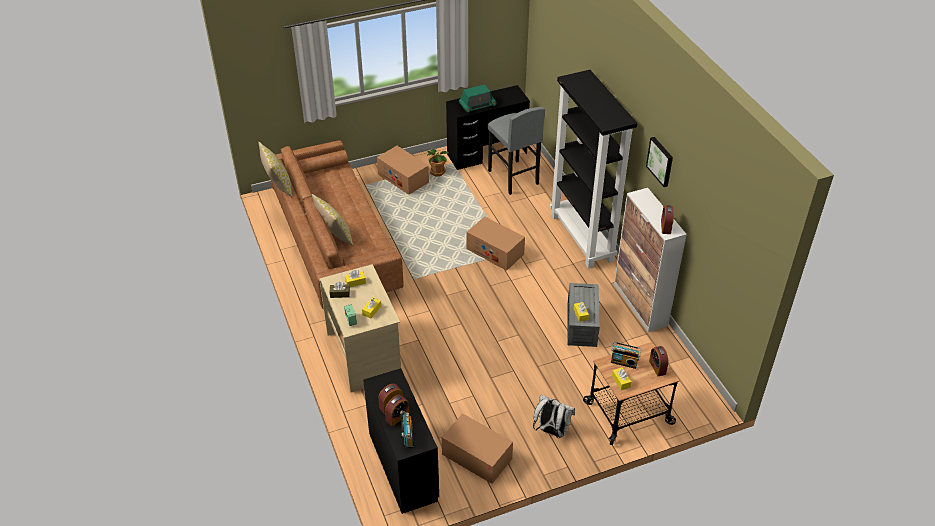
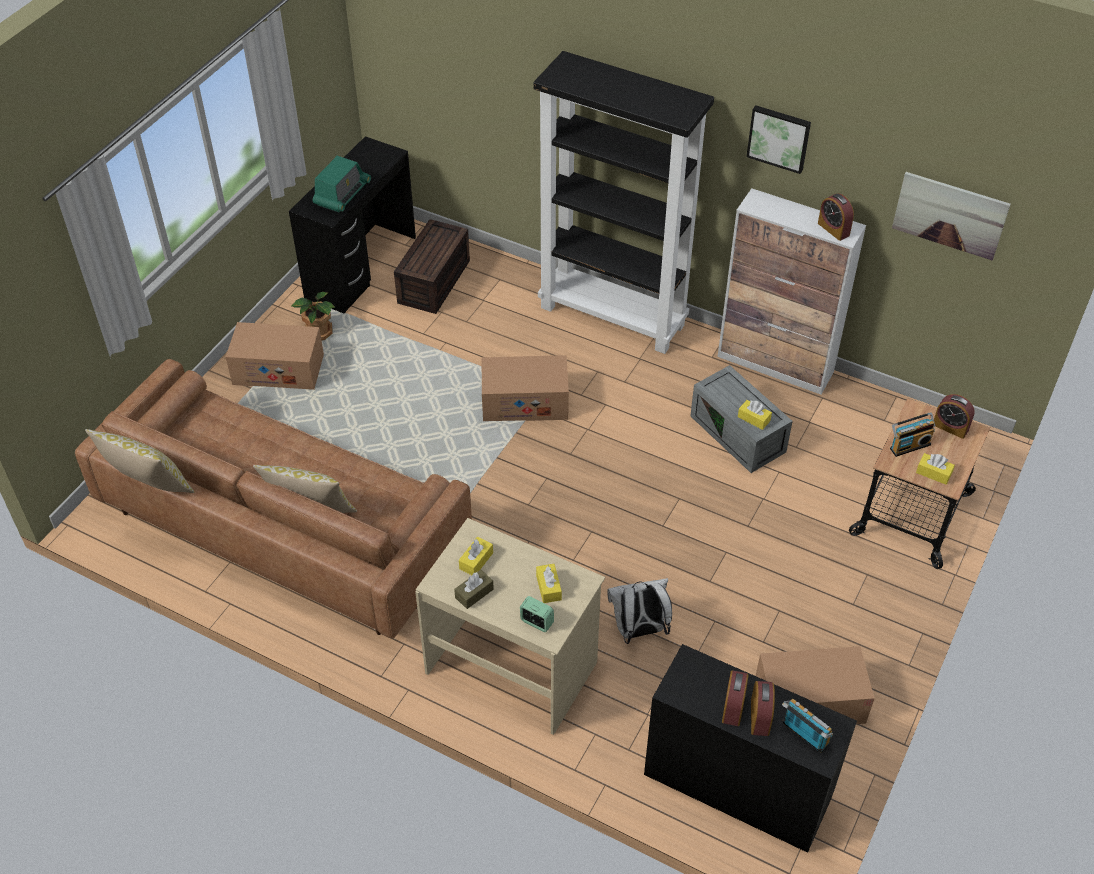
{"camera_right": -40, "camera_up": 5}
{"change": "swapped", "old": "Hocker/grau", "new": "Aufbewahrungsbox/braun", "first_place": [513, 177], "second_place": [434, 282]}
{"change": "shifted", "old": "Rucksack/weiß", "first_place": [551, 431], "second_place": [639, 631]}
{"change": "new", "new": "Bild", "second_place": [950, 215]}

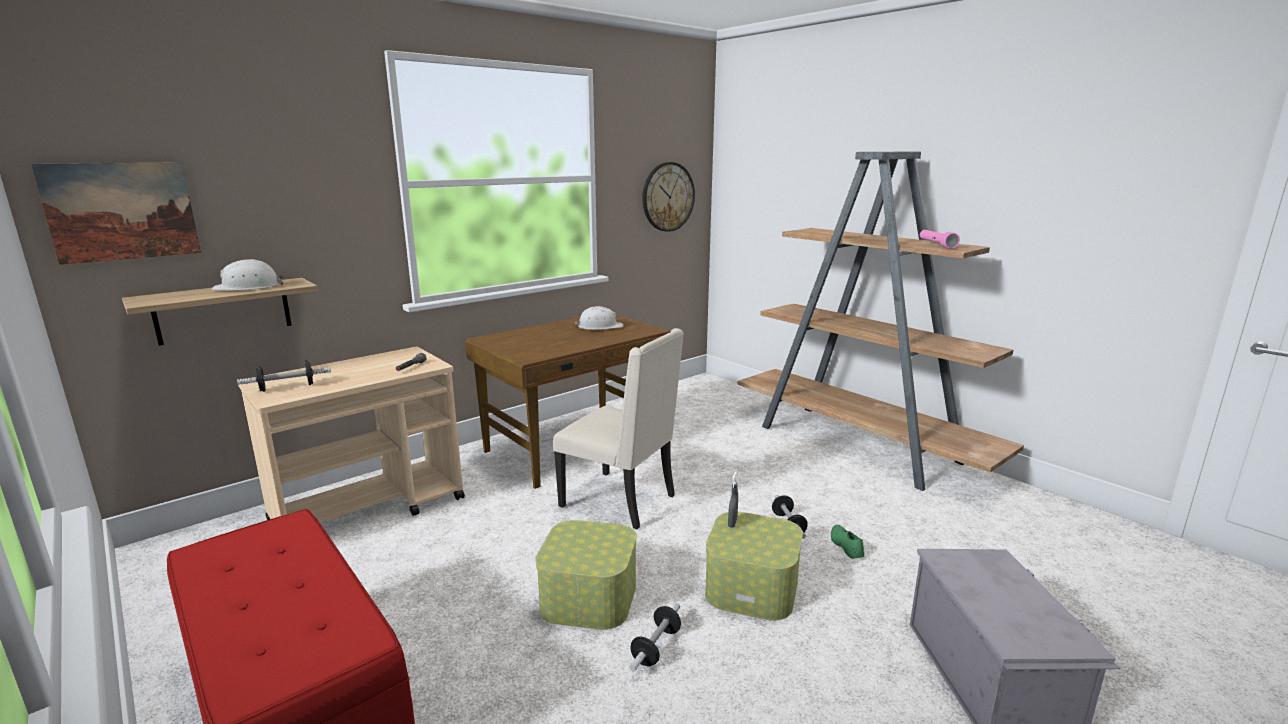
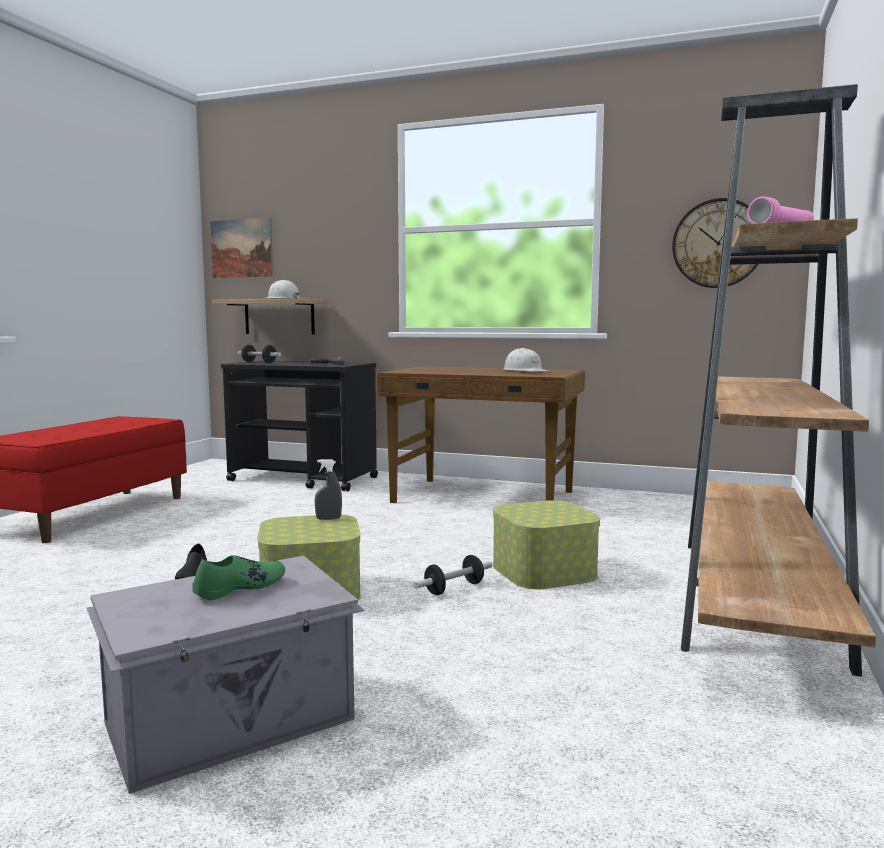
{"camera_right": 60, "camera_up": -10}
{"change": "swapped", "old": "Hantel", "new": "Schuh/schwarz", "first_place": [656, 647], "second_place": [192, 574]}
{"change": "shifted", "old": "Schuh/grün", "first_place": [846, 545], "second_place": [240, 587]}
{"change": "repainted", "old": "Rollwagen/beige", "new": "Rollwagen/schwarz", "first_place": [370, 509], "second_place": [304, 479]}
{"change": "shifted", "old": "Aufbewahrungsbox", "first_place": [589, 597], "second_place": [544, 570]}
{"change": "gone", "old": "Stuhl/beige", "first_place": [621, 501]}

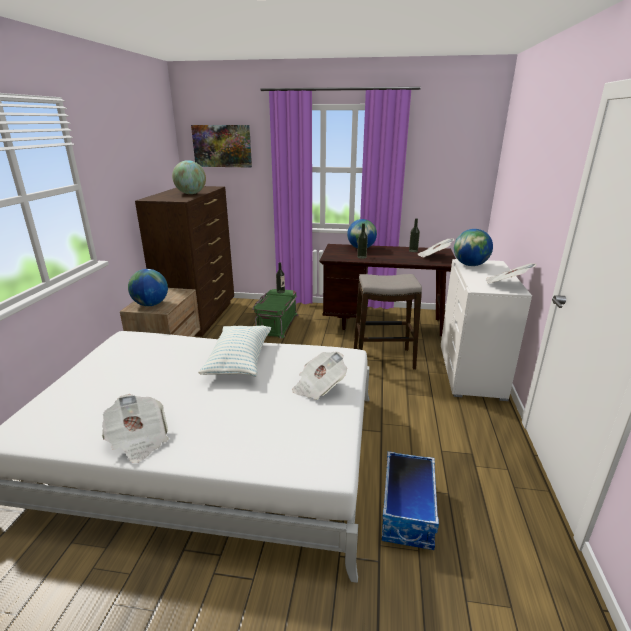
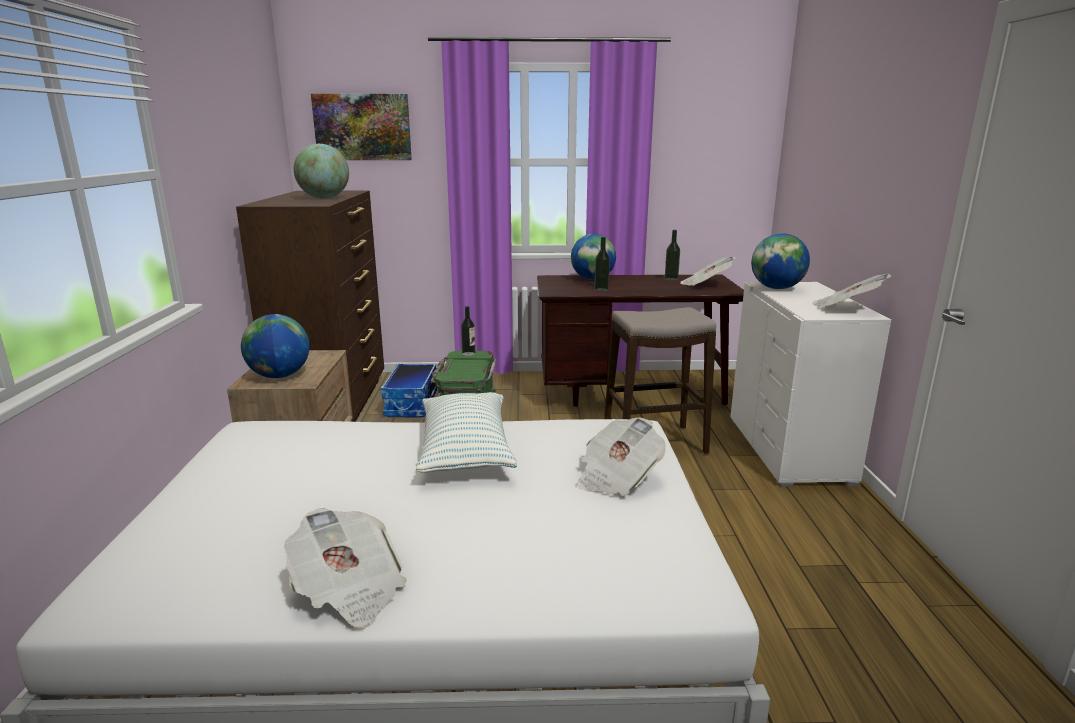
{"camera_right": -10, "camera_up": -5}
{"change": "shifted", "old": "Aufbewahrungsbox", "first_place": [408, 511], "second_place": [412, 404]}

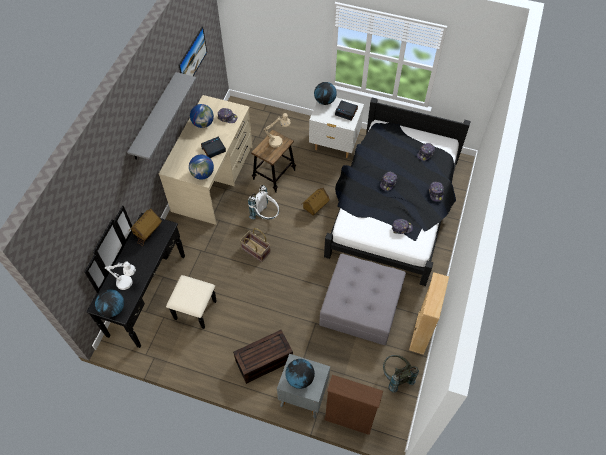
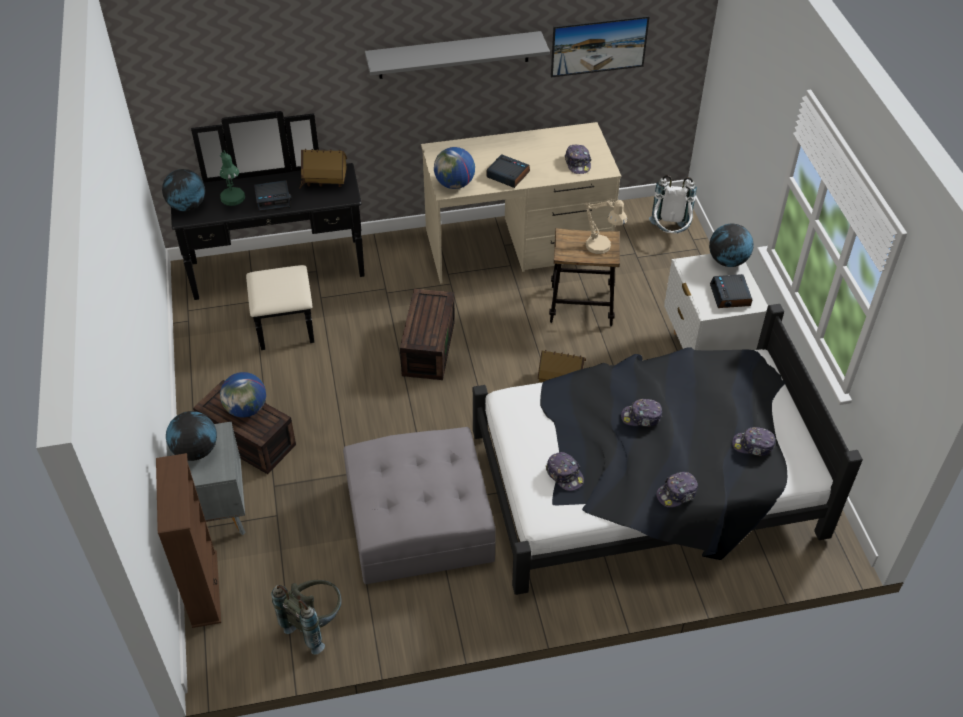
{"camera_right": 60, "camera_up": -10}
{"change": "repainted", "old": "Tischlampe/weiß", "new": "Tischlampe/grün", "first_place": [128, 283], "second_place": [234, 201]}
{"change": "shifted", "old": "Globus", "first_place": [203, 123], "second_place": [246, 409]}
{"change": "new", "new": "Wecker", "second_place": [273, 199]}
{"change": "swapped", "old": "Korb", "new": "Aufbewahrungsbox/braun", "first_place": [255, 250], "second_place": [427, 346]}
{"change": "shifted", "old": "Rucksack/weiß", "first_place": [265, 215], "second_place": [669, 233]}
{"change": "gone", "old": "Bücherregal/beige", "first_place": [421, 333]}

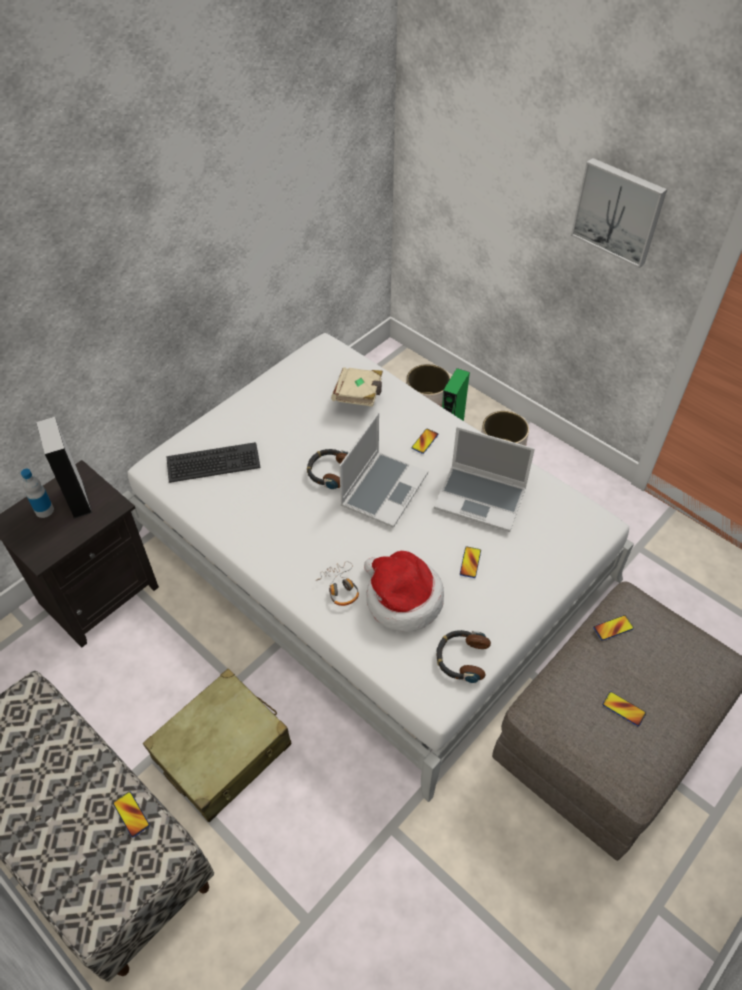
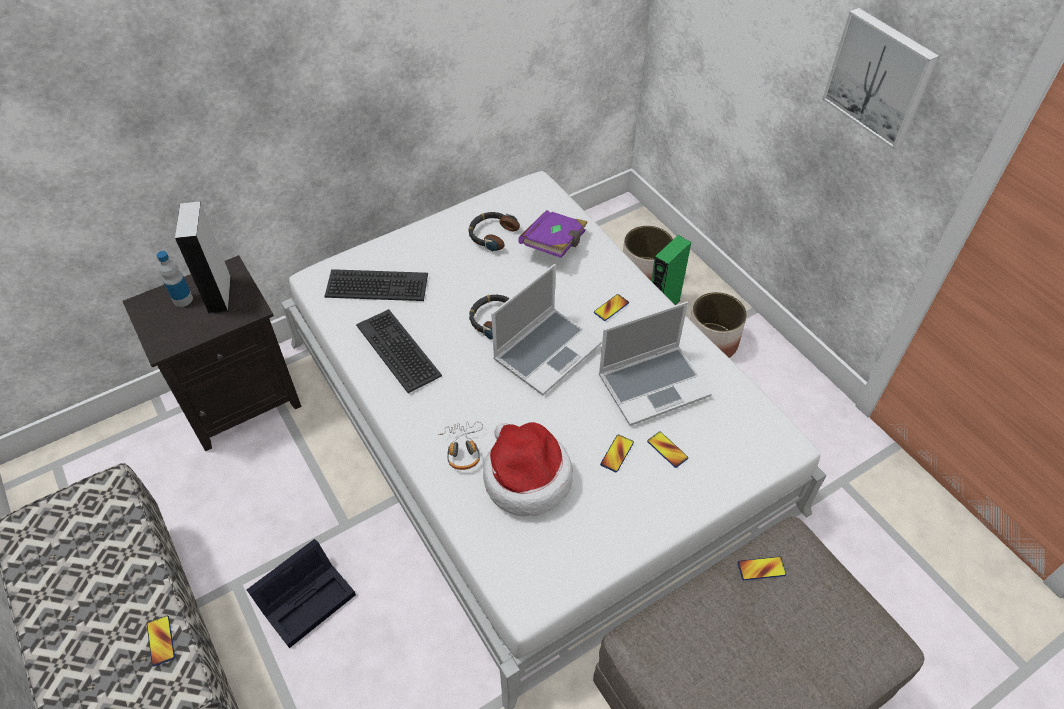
{"camera_right": 15, "camera_up": 0}
{"change": "swapped", "old": "Koffer/beige", "new": "Aufbewahrungsbox/schwarz", "first_place": [223, 752], "second_place": [307, 597]}
{"change": "new", "new": "Tastatur", "second_place": [399, 350]}
{"change": "shifted", "old": "Kopfhörer", "first_place": [461, 658], "second_place": [492, 234]}
{"change": "repainted", "old": "Buch/beige", "new": "Buch/lila", "first_place": [359, 396], "second_place": [554, 244]}
{"change": "rotated", "old": "Laptop", "first_place": [481, 498], "second_place": [654, 384], "degrees": -60}
{"change": "shifted", "old": "Handy", "first_place": [623, 709], "second_place": [667, 450]}

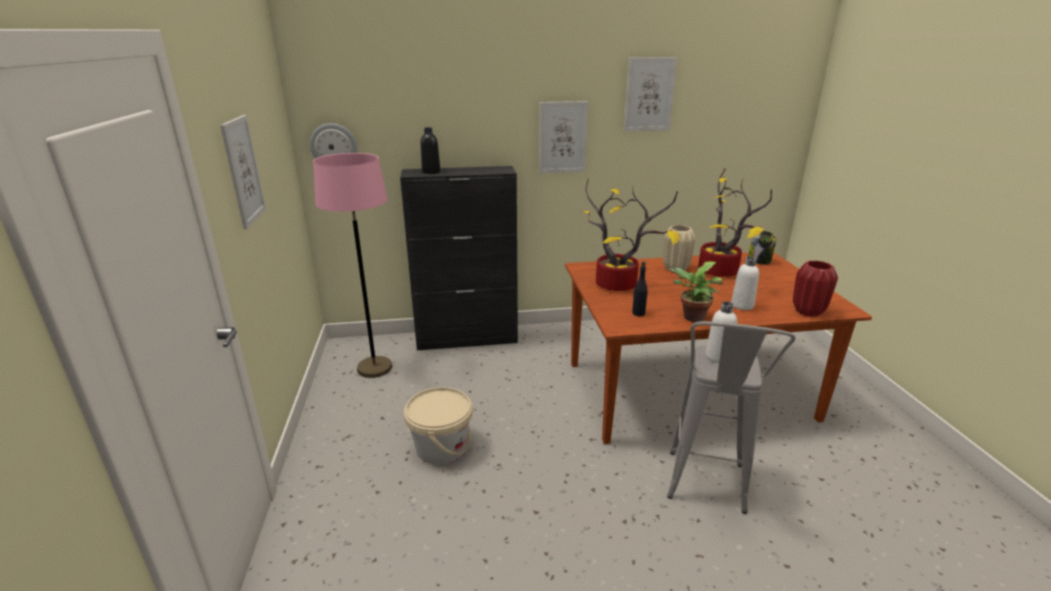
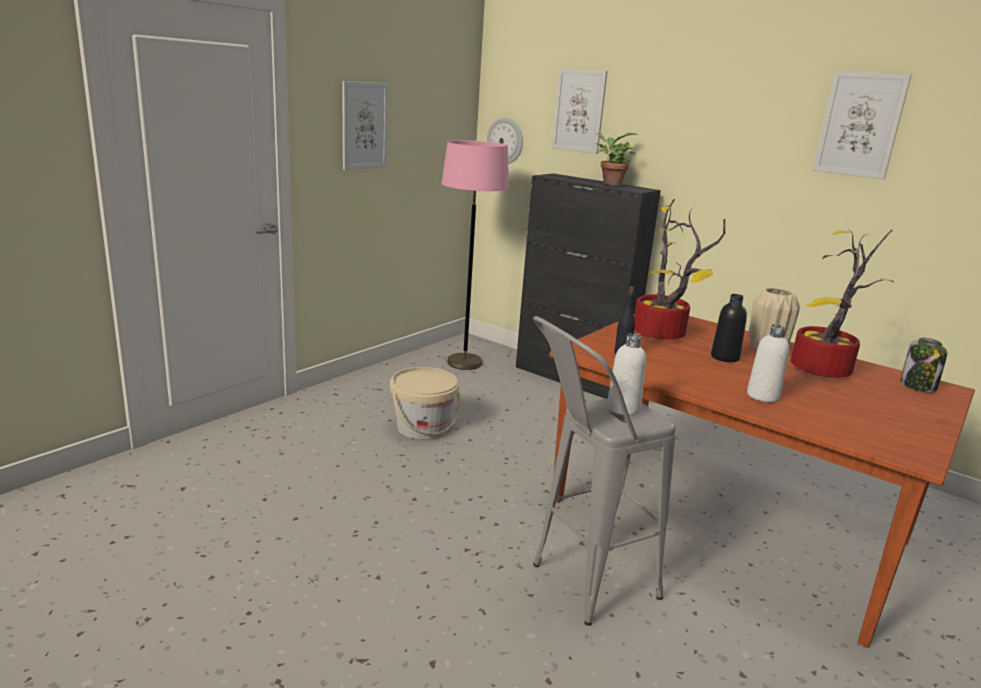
{"camera_right": 45, "camera_up": -5}
{"change": "shifted", "old": "Bild", "first_place": [562, 137], "second_place": [579, 111]}
{"change": "shifted", "old": "Topfpflanze", "first_place": [691, 318], "second_place": [609, 184]}
{"change": "shifted", "old": "Flasche/schwarz", "first_place": [431, 172], "second_place": [724, 357]}
{"change": "gone", "old": "Vase/rot", "first_place": [808, 311]}

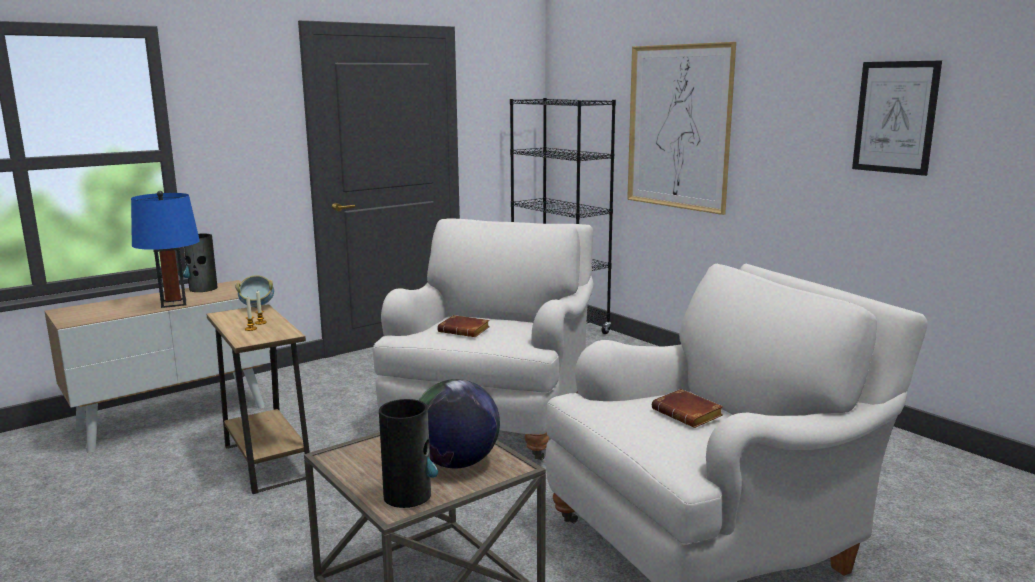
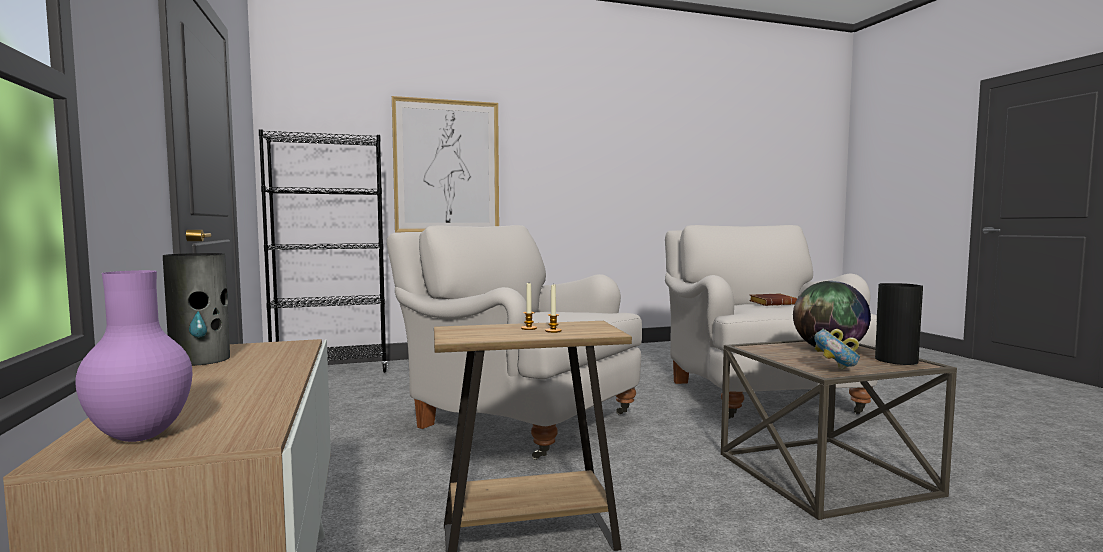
{"camera_right": -70, "camera_up": -10}
{"change": "new", "new": "Vase/lila", "second_place": [140, 436]}
{"change": "shifted", "old": "Schüssel", "first_place": [257, 307], "second_place": [836, 369]}
{"change": "gone", "old": "Tischlampe/blau", "first_place": [174, 303]}
{"change": "gone", "old": "Buch/braun", "first_place": [465, 331]}
{"change": "gone", "old": "Bild", "first_place": [895, 117]}

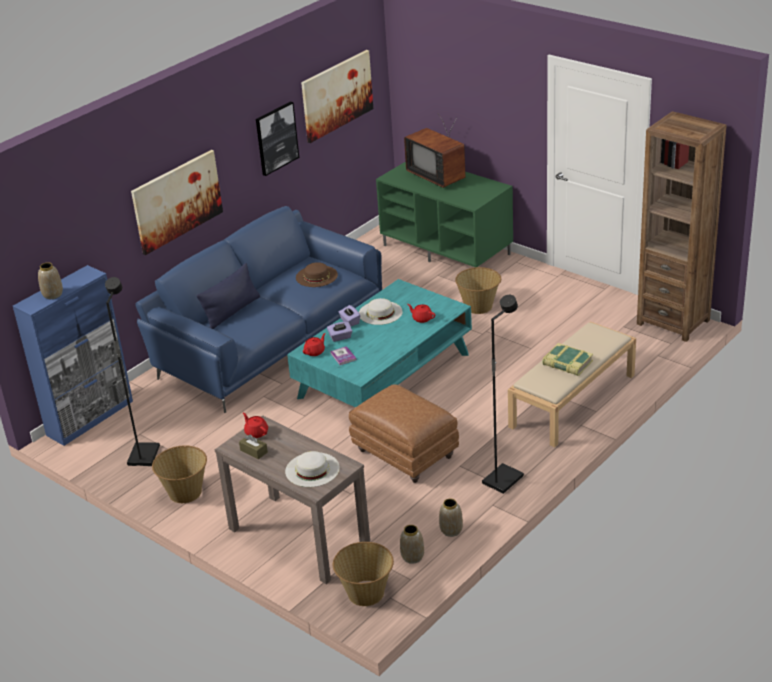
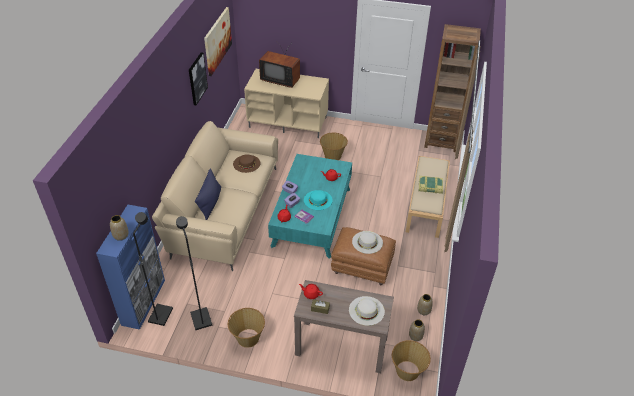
{"camera_right": -30, "camera_up": 10}
{"change": "shifted", "old": "Stehlampe/schwarz", "first_place": [502, 479], "second_place": [160, 315]}
{"change": "repainted", "old": "Sofa/blau", "new": "Sofa/beige", "first_place": [269, 339], "second_place": [224, 210]}
{"change": "repainted", "old": "Fernsehschrank/grün", "new": "Fernsehschrank/beige", "first_place": [447, 249], "second_place": [288, 122]}
{"change": "new", "new": "Hut/türkis", "second_place": [318, 200]}
{"change": "shifted", "old": "Hut/weiß", "first_place": [380, 313], "second_place": [367, 242]}
{"change": "gone", "old": "Bild", "first_place": [177, 201]}

